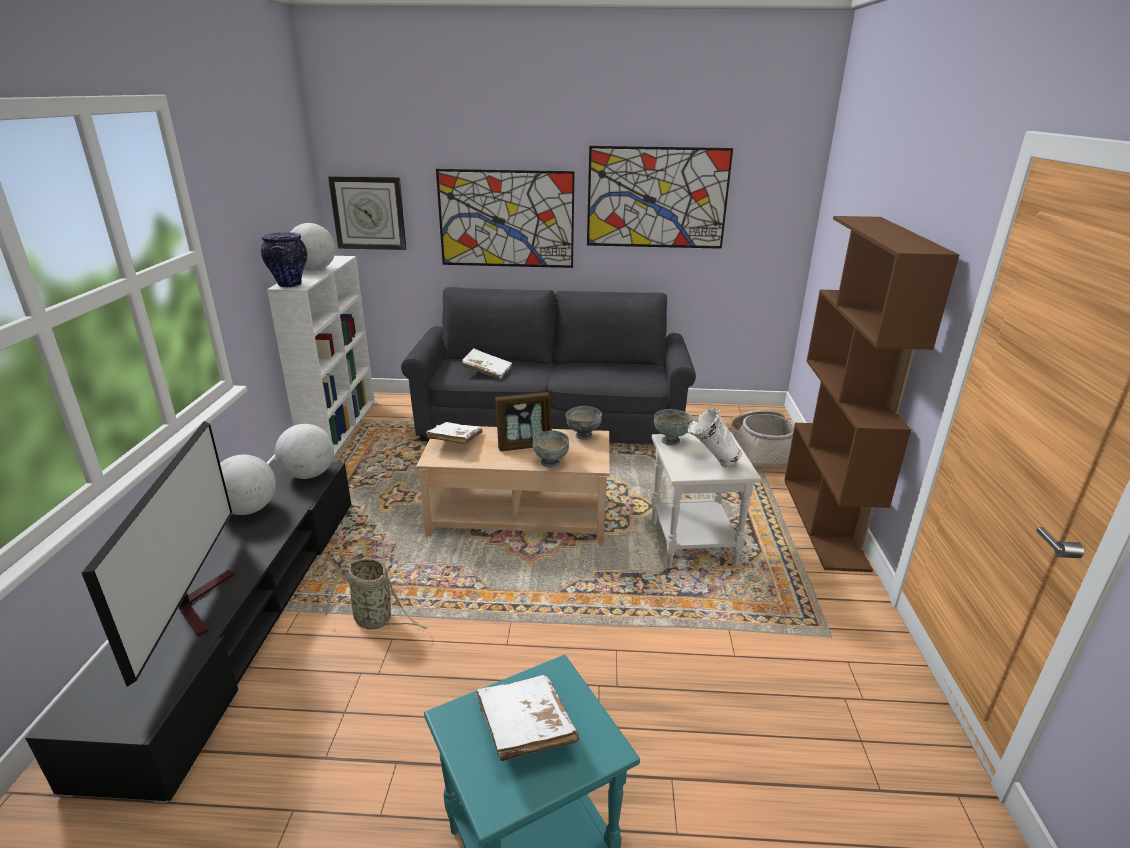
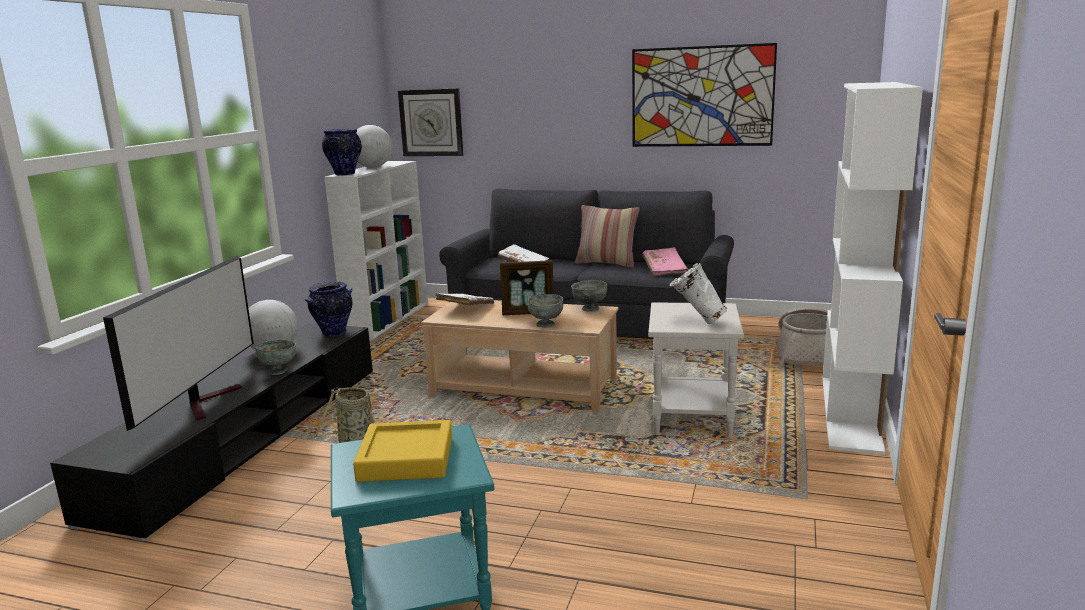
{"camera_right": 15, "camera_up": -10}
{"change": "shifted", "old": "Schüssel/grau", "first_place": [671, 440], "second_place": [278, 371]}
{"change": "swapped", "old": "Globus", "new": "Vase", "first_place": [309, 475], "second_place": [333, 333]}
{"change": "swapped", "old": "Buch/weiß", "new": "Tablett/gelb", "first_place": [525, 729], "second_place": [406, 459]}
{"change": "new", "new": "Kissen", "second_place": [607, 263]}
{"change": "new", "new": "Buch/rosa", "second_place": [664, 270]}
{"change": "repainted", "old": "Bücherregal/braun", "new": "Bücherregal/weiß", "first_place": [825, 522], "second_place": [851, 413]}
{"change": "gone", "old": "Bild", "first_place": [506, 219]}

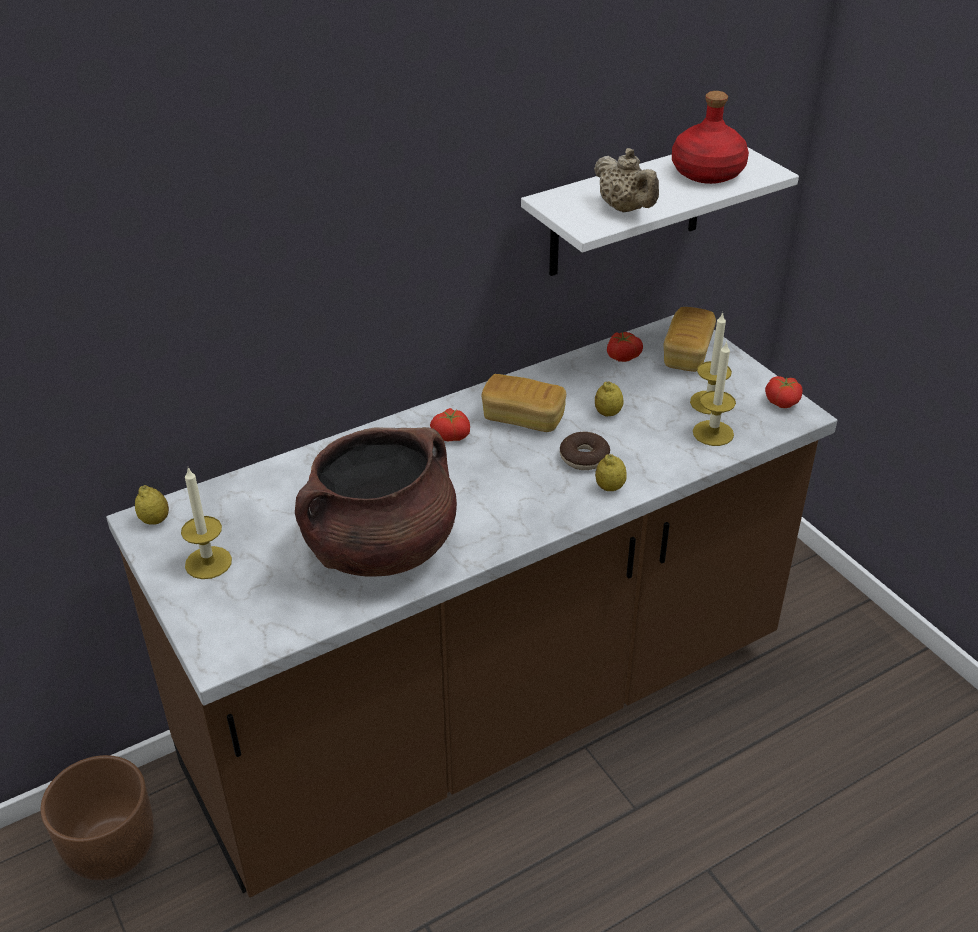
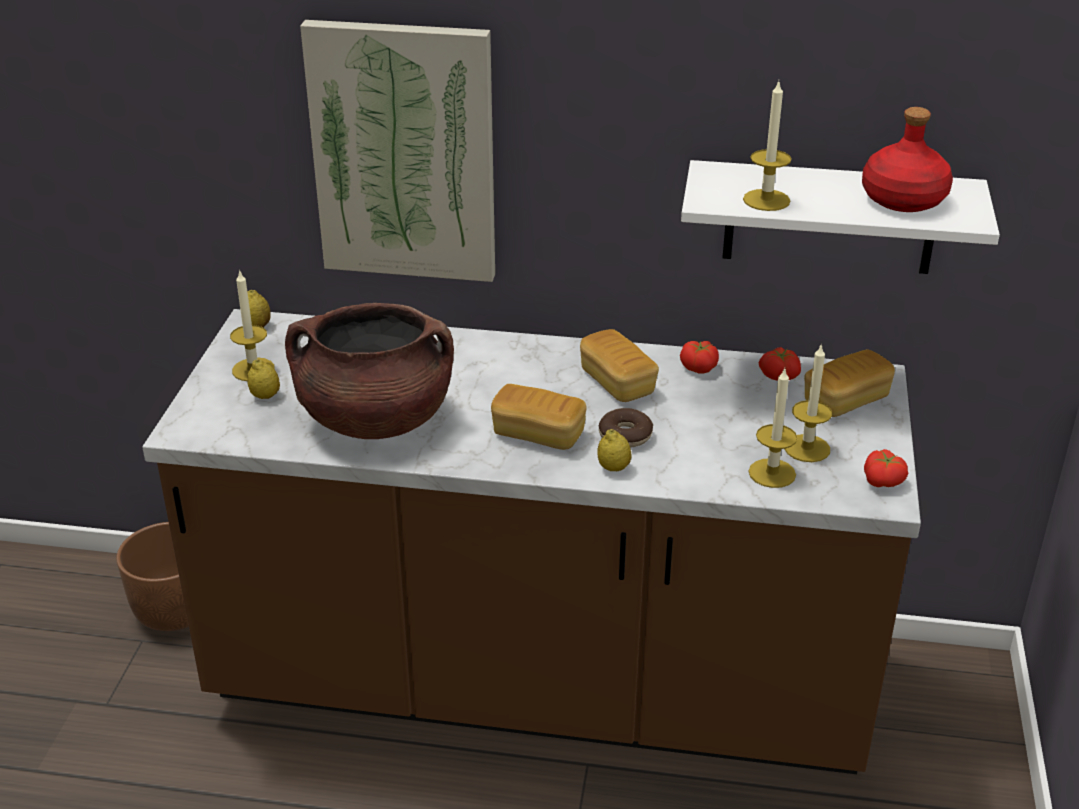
{"camera_right": 40, "camera_up": -5}
{"change": "shifted", "old": "Zitrone", "first_place": [608, 413], "second_place": [265, 396]}
{"change": "new", "new": "Bild", "second_place": [404, 152]}
{"change": "new", "new": "Brot", "second_place": [538, 434]}
{"change": "shifted", "old": "Tomate", "first_place": [451, 434], "second_place": [699, 367]}
{"change": "swapped", "old": "Teekanne/beige", "new": "Kerze", "first_place": [625, 209], "second_place": [766, 200]}

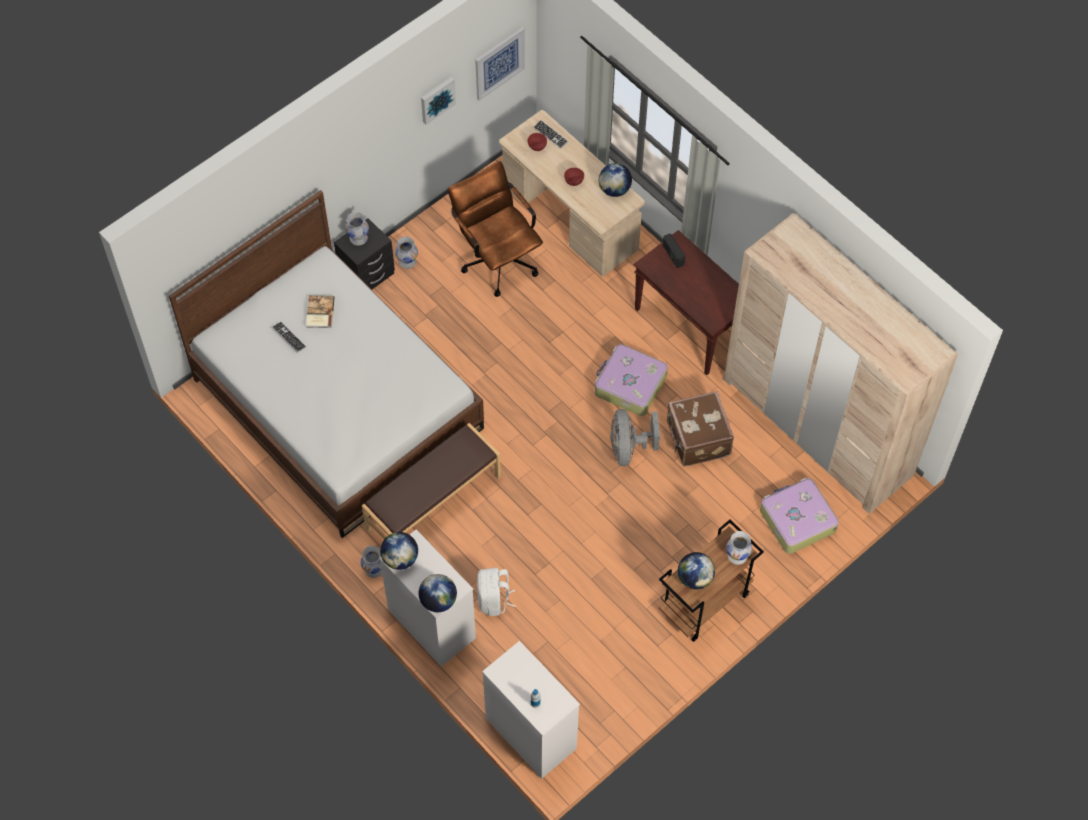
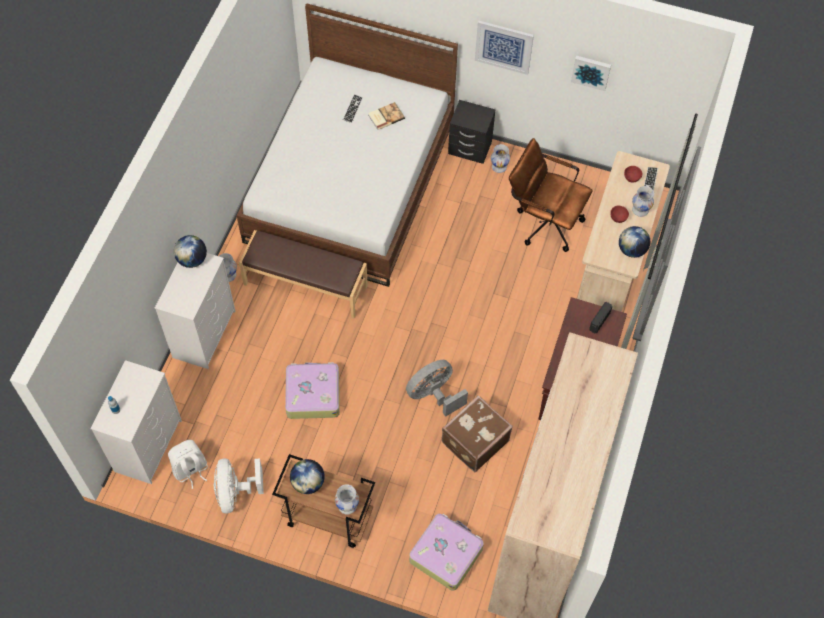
{"camera_right": 60, "camera_up": 0}
{"change": "shifted", "old": "Rucksack/weiß", "first_place": [494, 600], "second_place": [190, 470]}
{"change": "new", "new": "Ventilator/weiß", "second_place": [235, 493]}
{"change": "shifted", "old": "Koffer", "first_place": [629, 385], "second_place": [312, 394]}
{"change": "shifted", "old": "Bild", "first_place": [499, 63], "second_place": [503, 47]}
{"change": "rotated", "old": "Bürostuhl/braun", "first_place": [496, 258], "second_place": [543, 221], "degrees": -90}
{"change": "shifted", "old": "Vase/weiß", "first_place": [359, 238], "second_place": [640, 210]}
{"change": "gone", "old": "Globus", "first_place": [438, 600]}

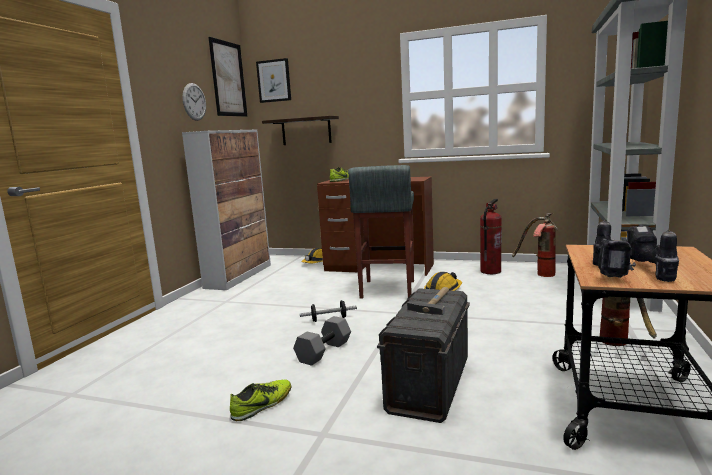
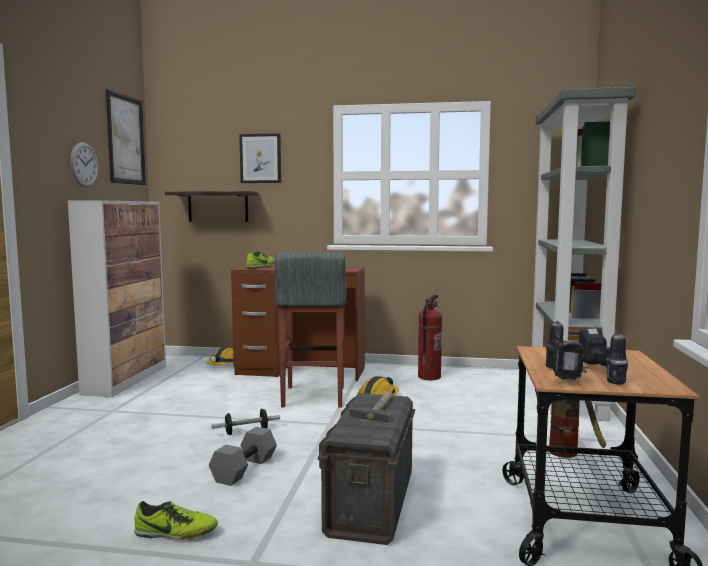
{"camera_right": -10, "camera_up": -5}
{"change": "rotated", "old": "Schuh", "first_place": [263, 405], "second_place": [175, 533], "degrees": 60}
{"change": "shifted", "old": "Bild", "first_place": [274, 81], "second_place": [260, 158]}
{"change": "gone", "old": "Feuerlöscher", "first_place": [538, 274]}

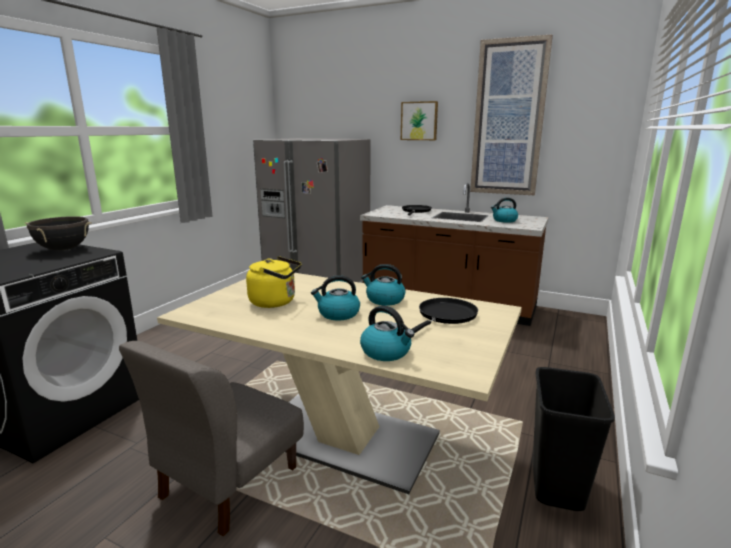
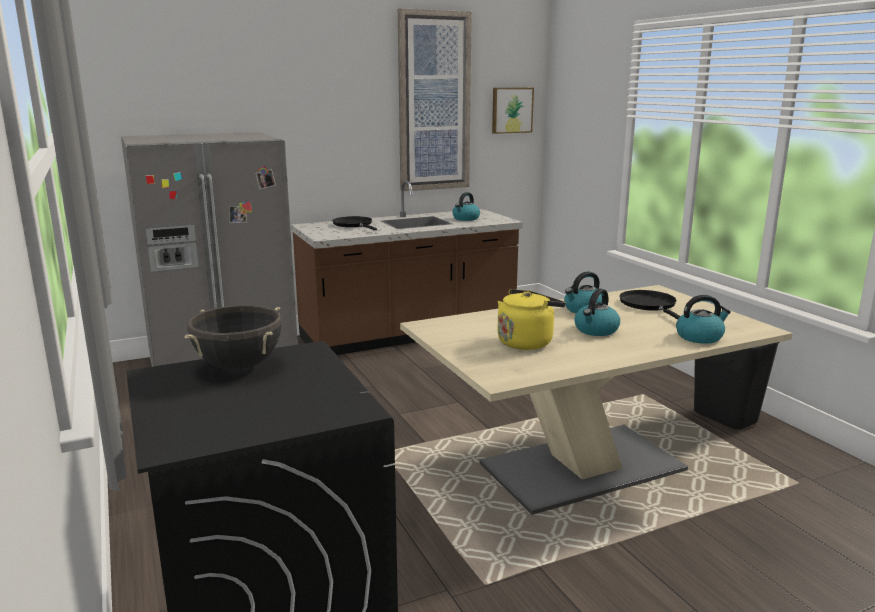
{"camera_right": -50, "camera_up": 0}
{"change": "shifted", "old": "Bild", "first_place": [419, 121], "second_place": [511, 110]}
{"change": "gone", "old": "Stuhl/grau", "first_place": [228, 482]}

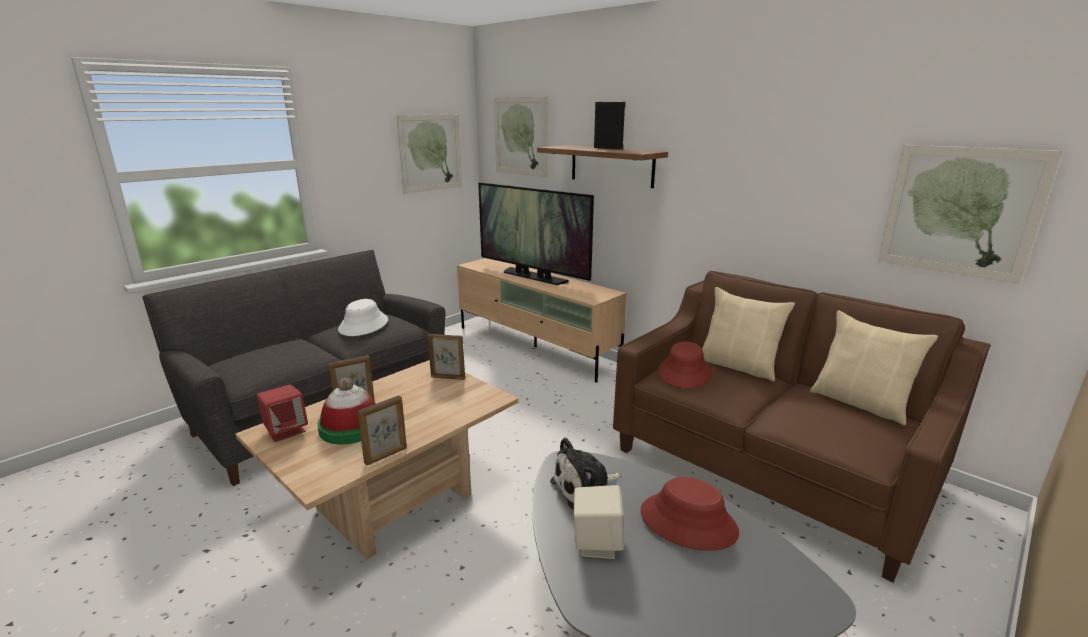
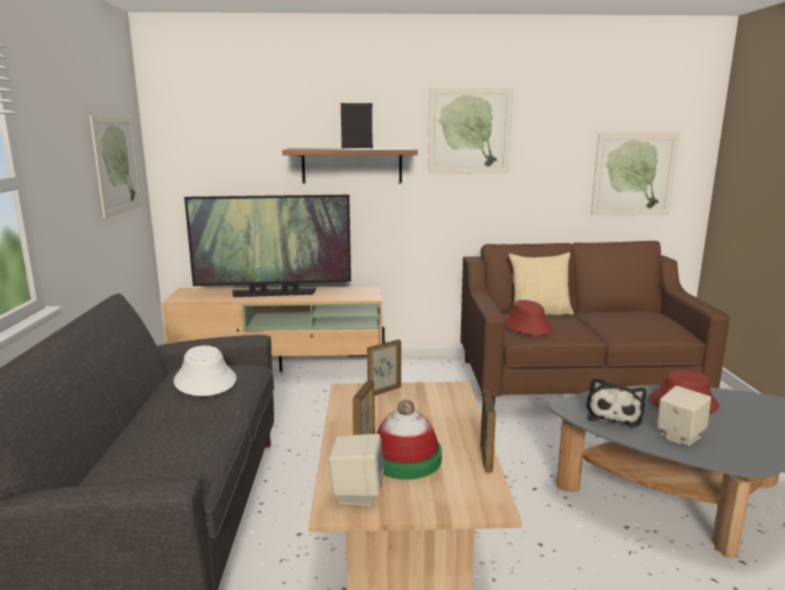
{"camera_right": -45, "camera_up": -5}
{"change": "repainted", "old": "Lautsprecher/rot", "new": "Lautsprecher/beige", "first_place": [286, 431], "second_place": [357, 493]}
{"change": "shifted", "old": "Bild", "first_place": [520, 136], "second_place": [469, 131]}
{"change": "gone", "old": "Kissen/beige", "first_place": [860, 403]}

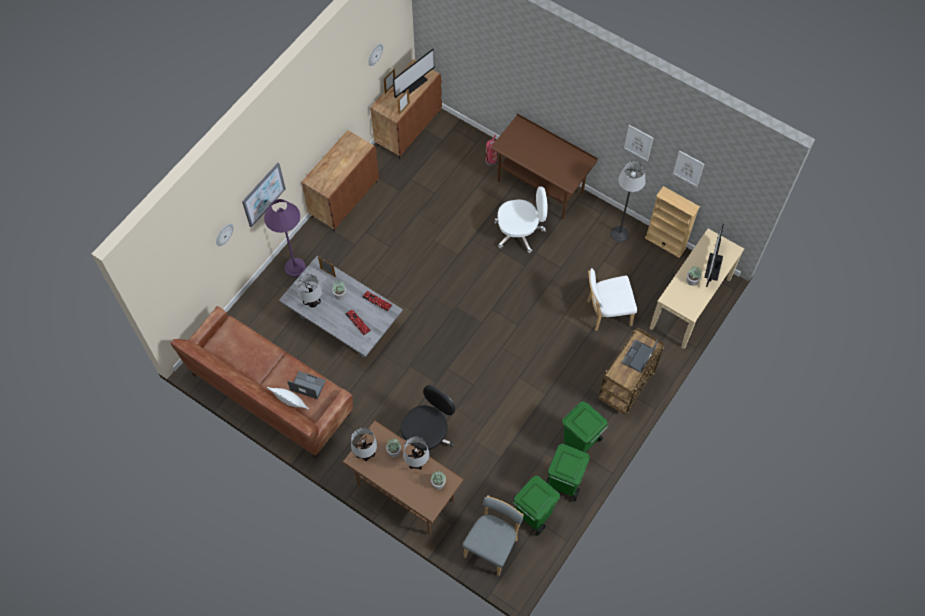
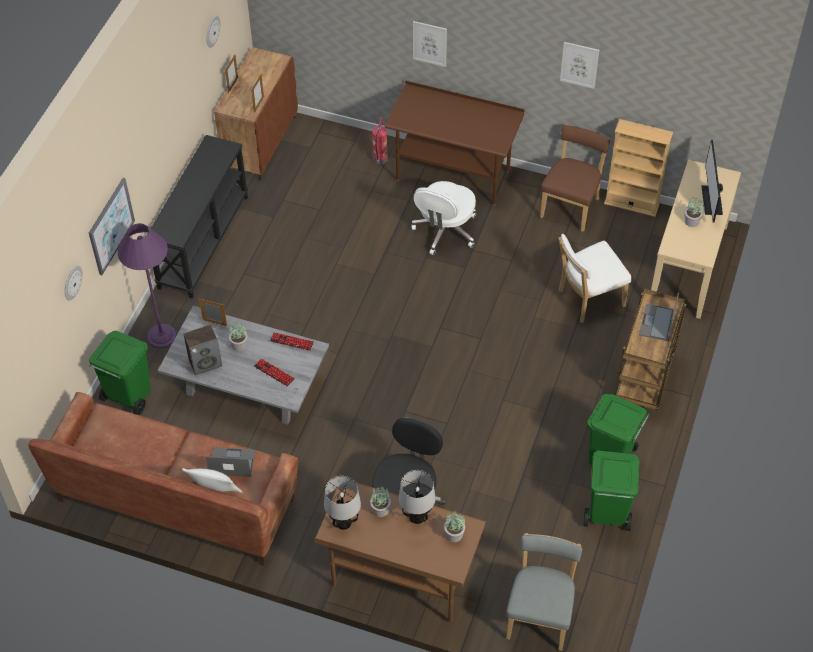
{"camera_right": -15, "camera_up": -10}
{"change": "shifted", "old": "Mülleimer/grün", "first_place": [532, 515], "second_place": [128, 396]}
{"change": "swapped", "old": "Schrank/braun", "new": "Konsolentisch/schwarz", "first_place": [344, 199], "second_place": [203, 241]}
{"change": "swapped", "old": "Tischlampe", "new": "Lautsprecher", "first_place": [313, 302], "second_place": [205, 363]}
{"change": "rotated", "old": "Bürostuhl/weiß", "first_place": [519, 232], "second_place": [445, 231], "degrees": 135}
{"change": "shifted", "old": "Bild", "first_place": [688, 168], "second_place": [430, 43]}
{"change": "swapped", "old": "Stehlampe", "new": "Stuhl/braun", "first_place": [619, 234], "second_place": [571, 206]}
{"change": "gone", "old": "Monitor", "first_place": [412, 83]}

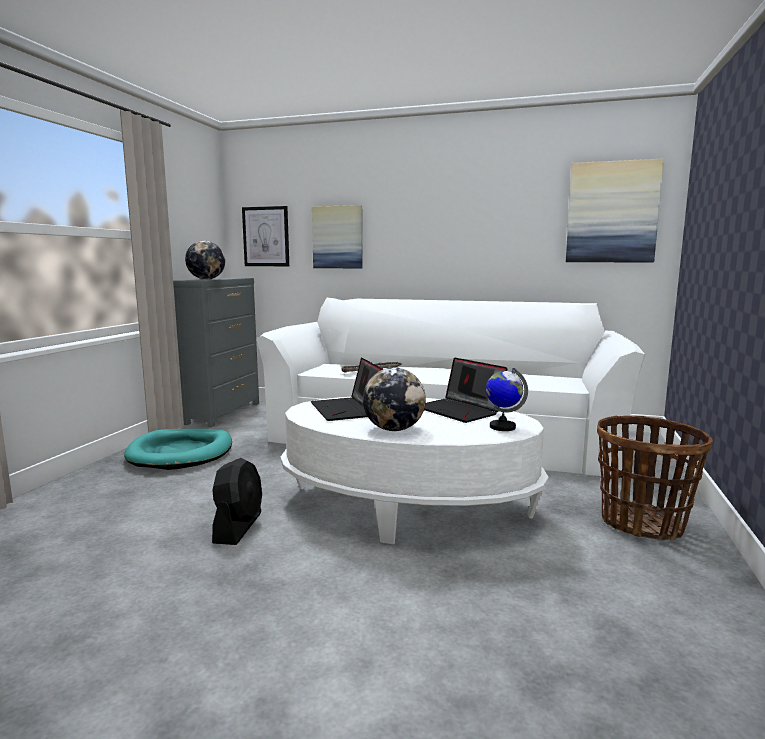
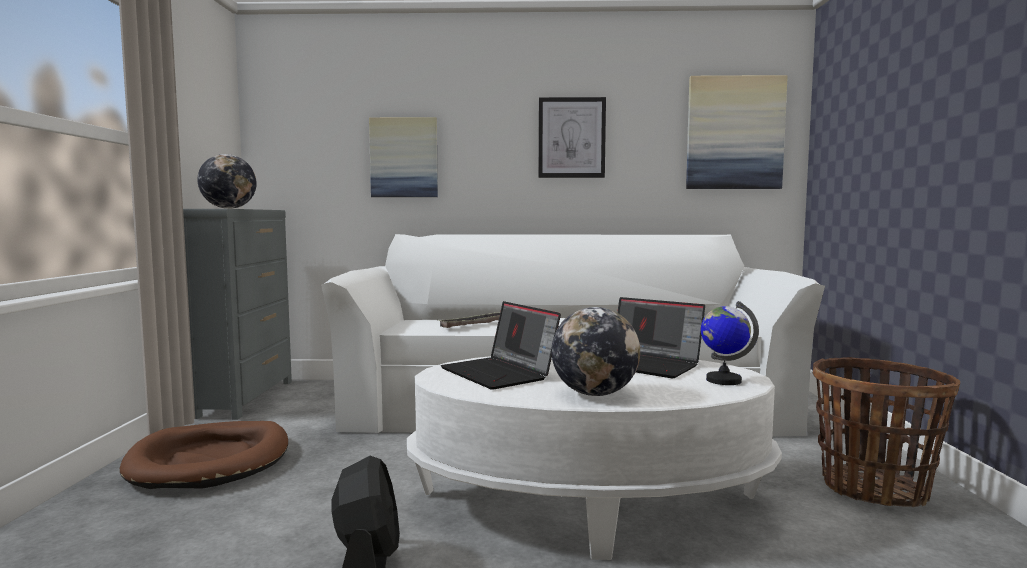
{"camera_right": -15, "camera_up": -5}
{"change": "repainted", "old": "Hundebett/türkis", "new": "Hundebett/braun", "first_place": [181, 453], "second_place": [210, 460]}
{"change": "shifted", "old": "Bild", "first_place": [266, 236], "second_place": [571, 138]}

